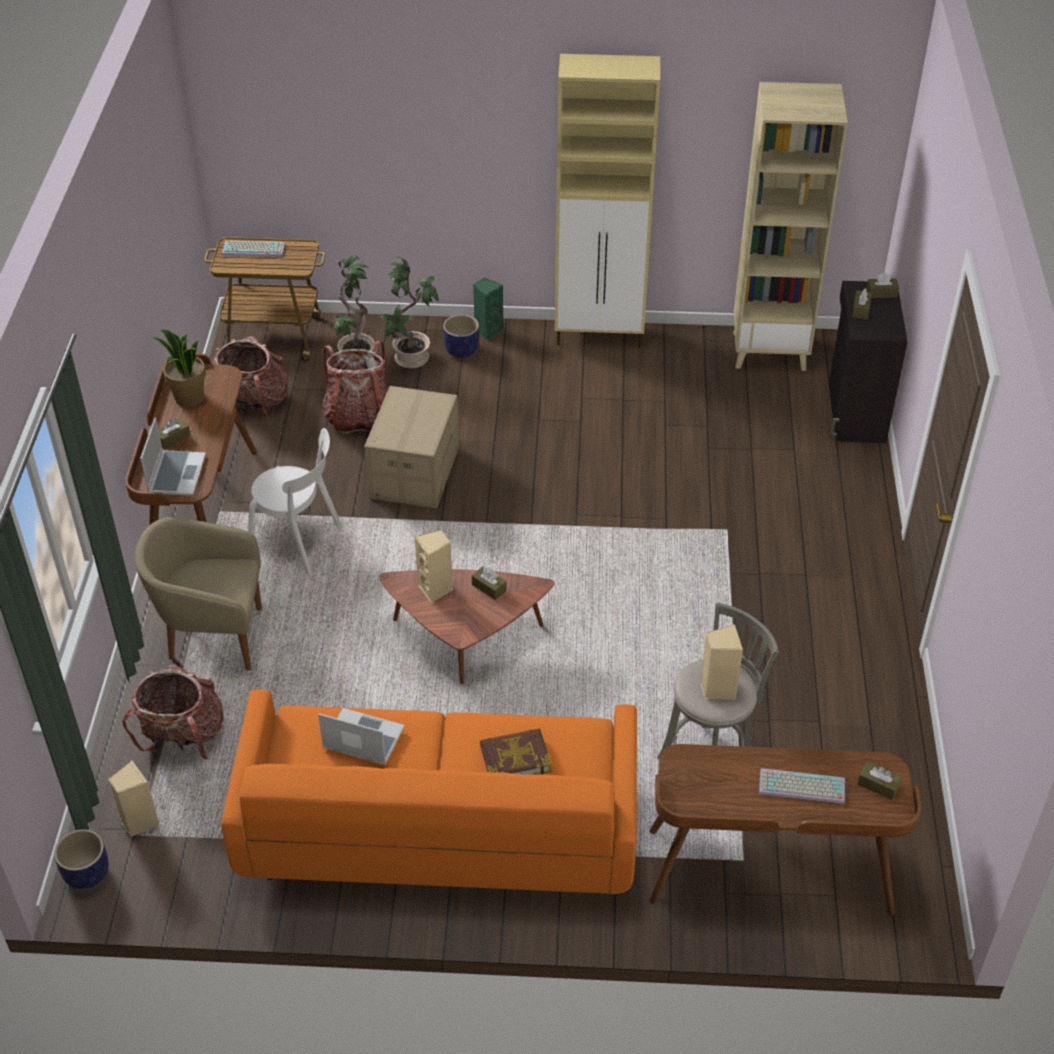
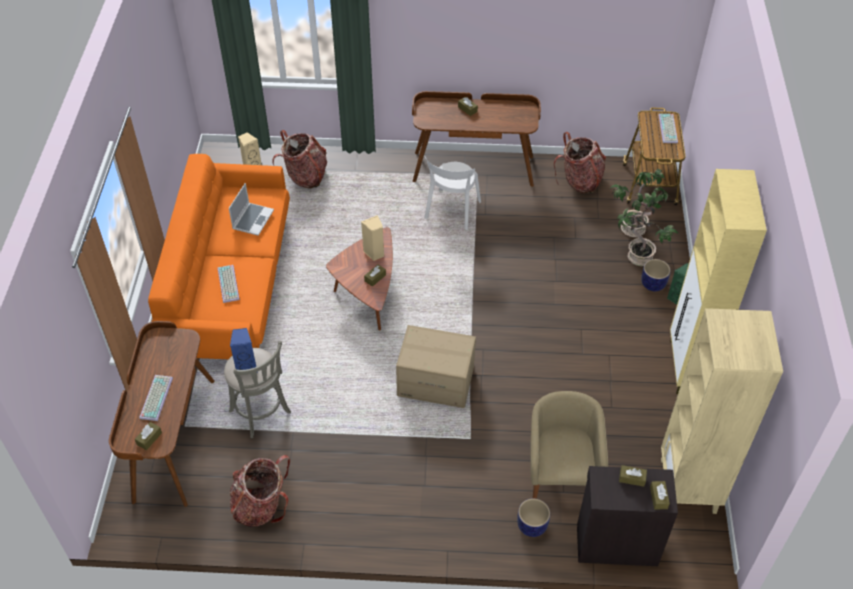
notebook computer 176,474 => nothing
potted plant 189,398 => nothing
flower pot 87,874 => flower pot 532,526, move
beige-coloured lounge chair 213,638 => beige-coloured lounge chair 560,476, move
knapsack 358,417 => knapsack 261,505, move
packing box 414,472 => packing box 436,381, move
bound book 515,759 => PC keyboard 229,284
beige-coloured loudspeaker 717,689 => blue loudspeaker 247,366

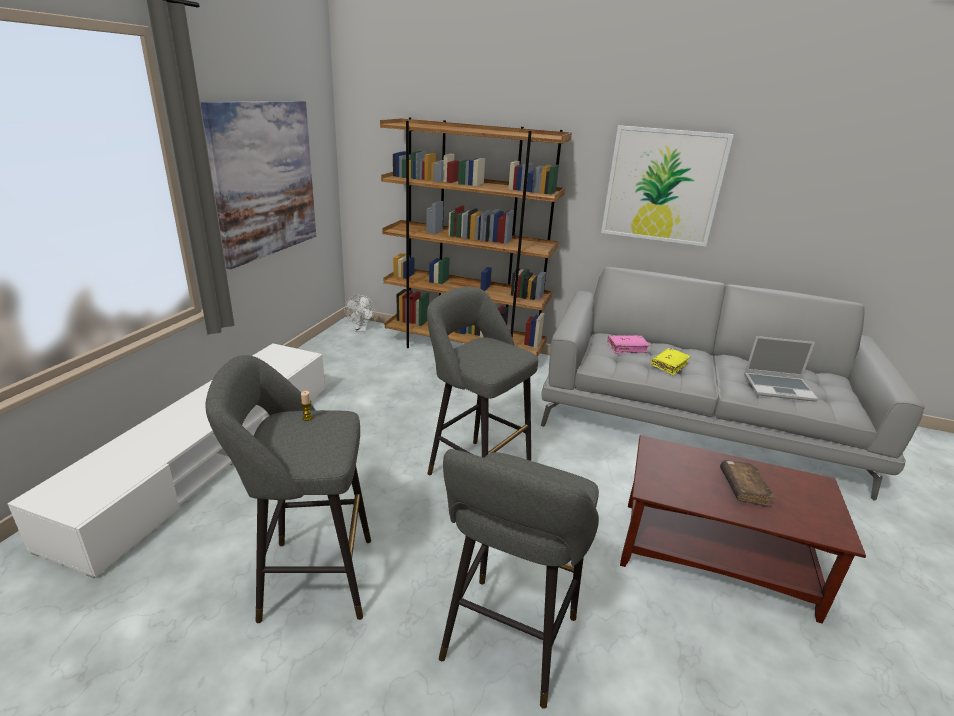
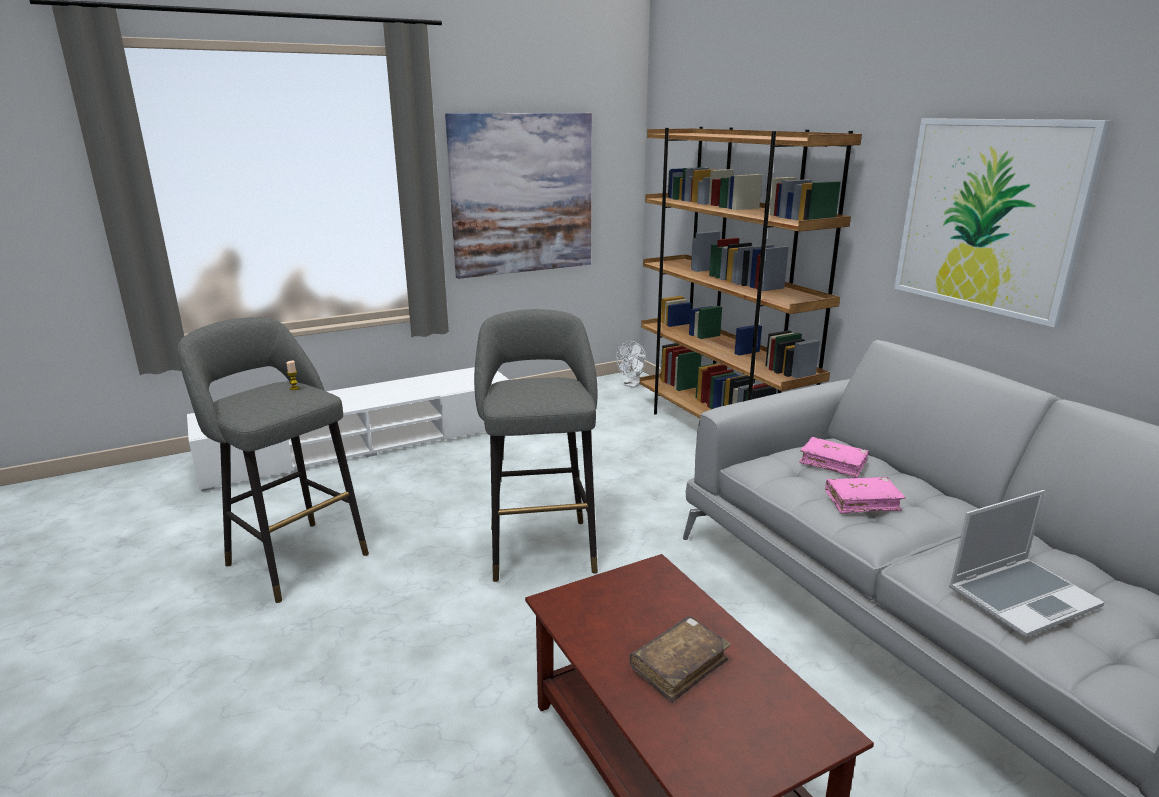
greyish stool seat 506,644 => nothing
yellowish bound book 669,365 => pink bound book 862,502
notebook computer 779,388 => notebook computer 1022,597, 75 degrees counterclockwise

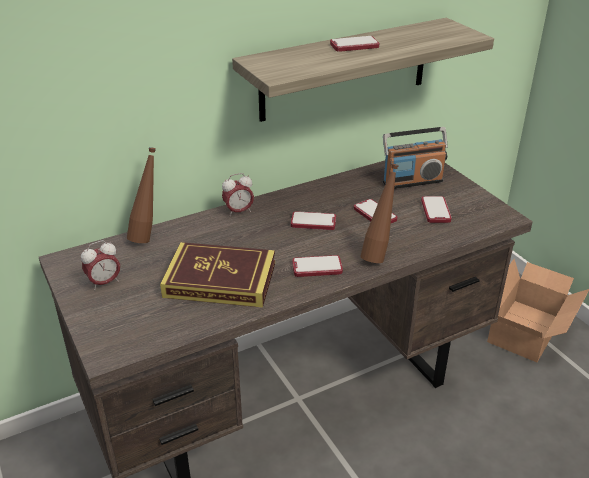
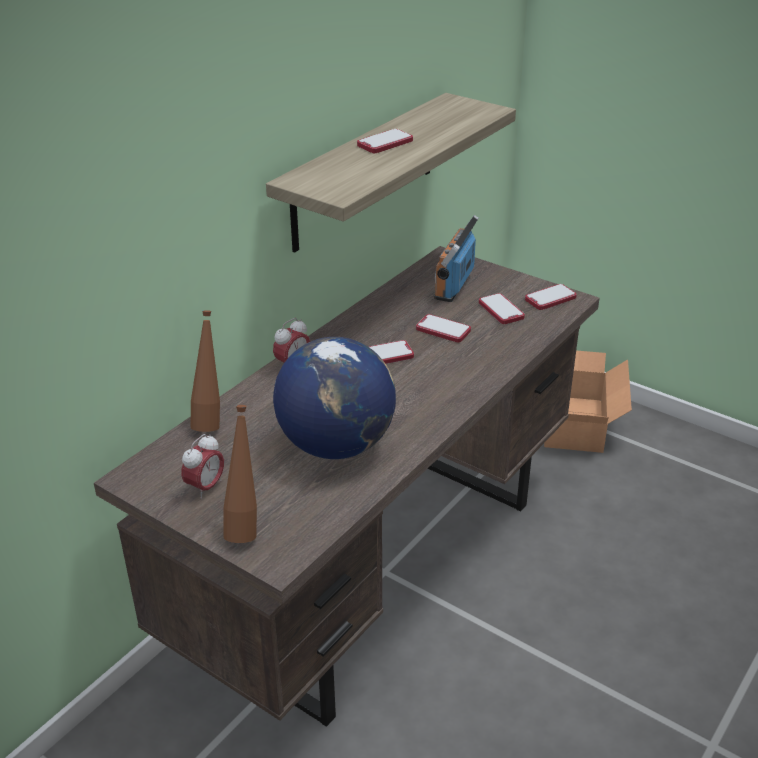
phone 317,267 => phone 550,298, move
brownish drink bottle 378,255 => brownish drink bottle 245,527, move
bound book 220,280 => desk globe 336,445
radio set 412,181 => radio set 454,285, 150 degrees clockwise

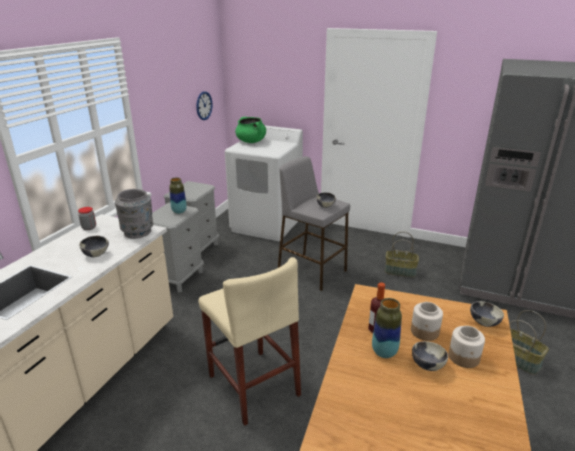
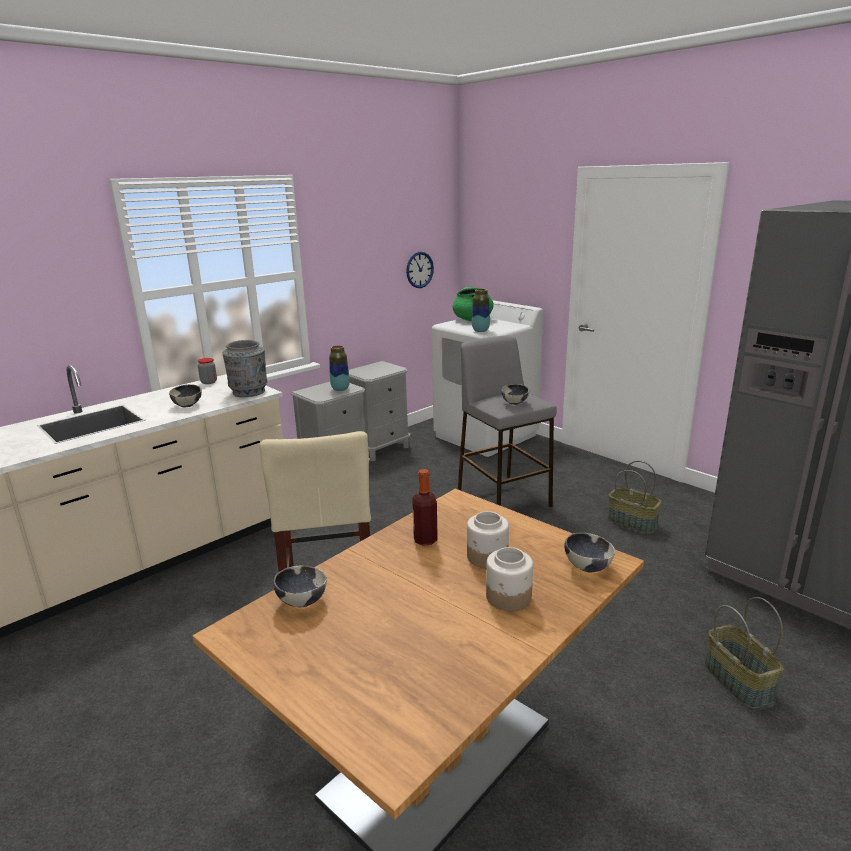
flower vase 384,352 => flower vase 480,331, move
serving bowl 427,365 => serving bowl 302,601, move

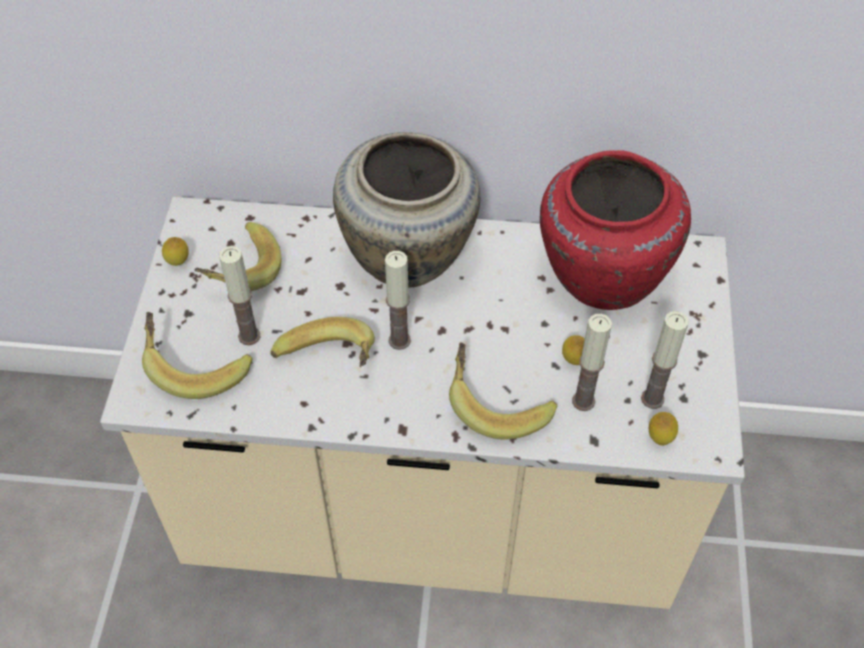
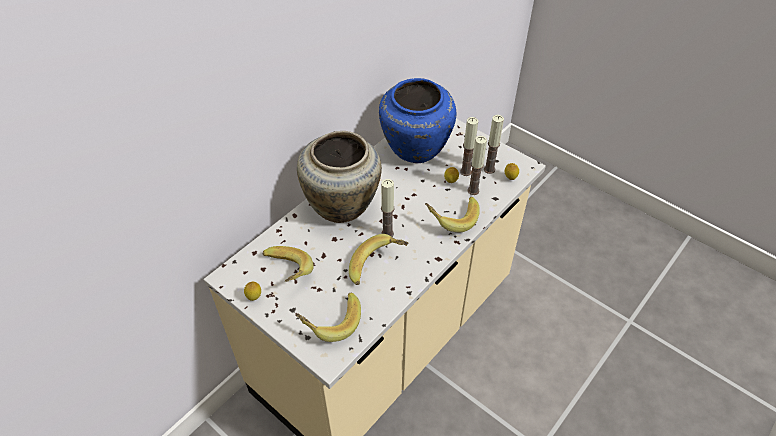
candle 249,336 => candle 465,172, move
red-coloured flower vase 600,278 => blue flower vase 414,150

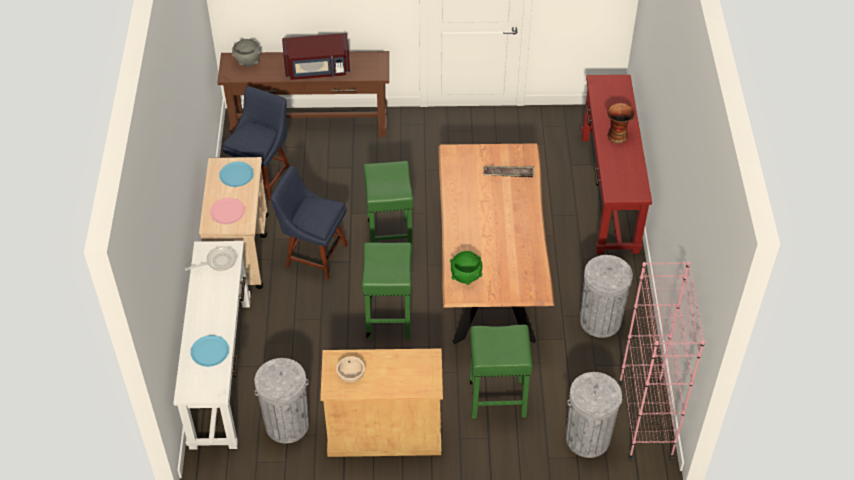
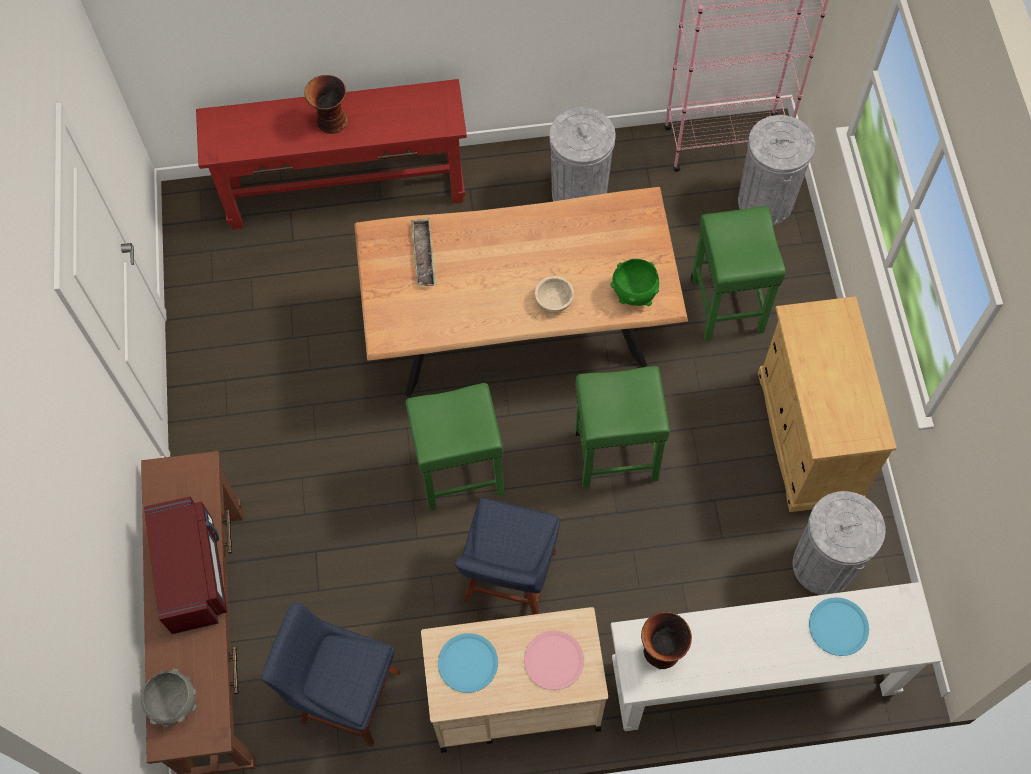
beige-coloured serving bowl 351,375 => beige-coloured serving bowl 553,301, move
skillet 218,261 => flower vase 661,652

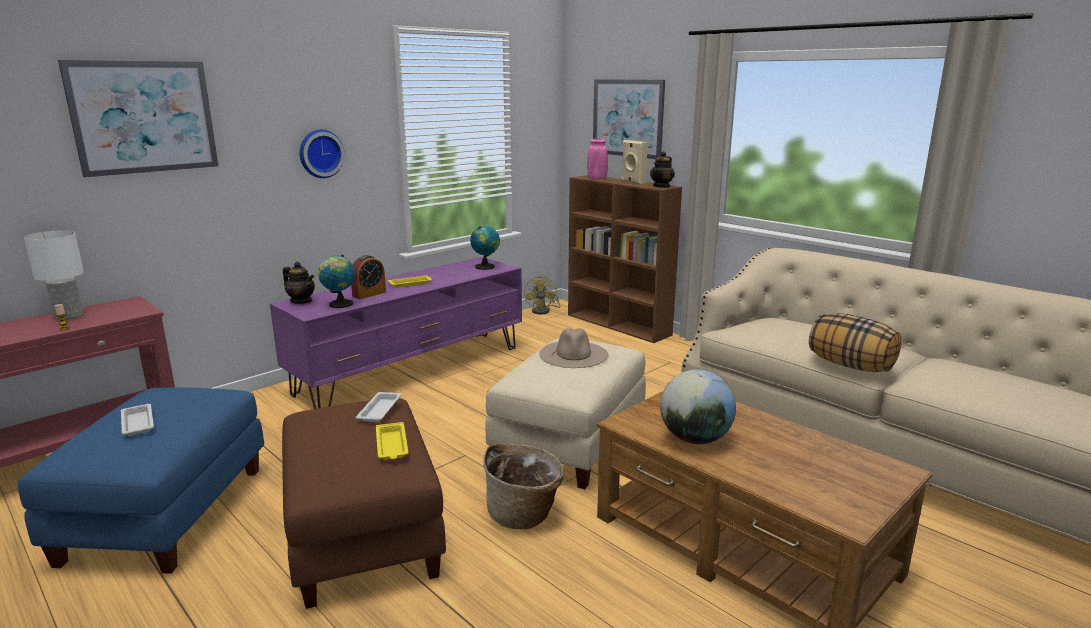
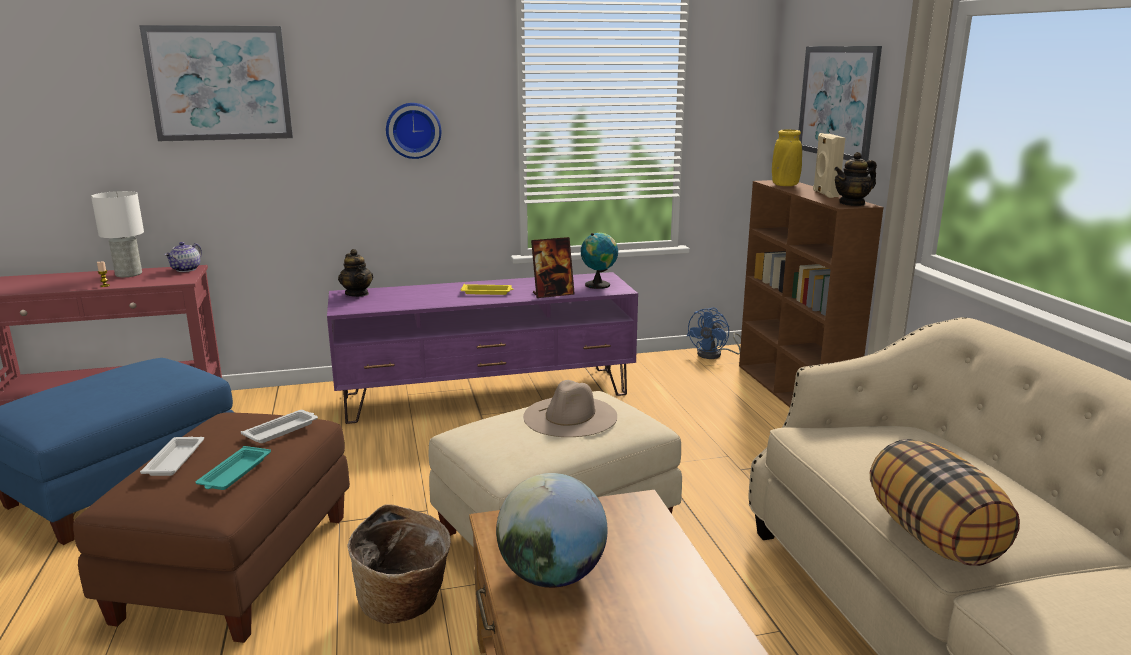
desk globe 339,304 => nothing
table clock 369,294 => nothing
nothing => pot for tea 186,269
nothing => standing frame 553,294
whitish tray 138,423 => whitish tray 175,460, move
yellowish tray 392,445 => turquoise-coloured tray 234,473
yellowish fan 544,311 => blue fan 714,355
pink flower vase 597,178 => yellowish flower vase 784,185

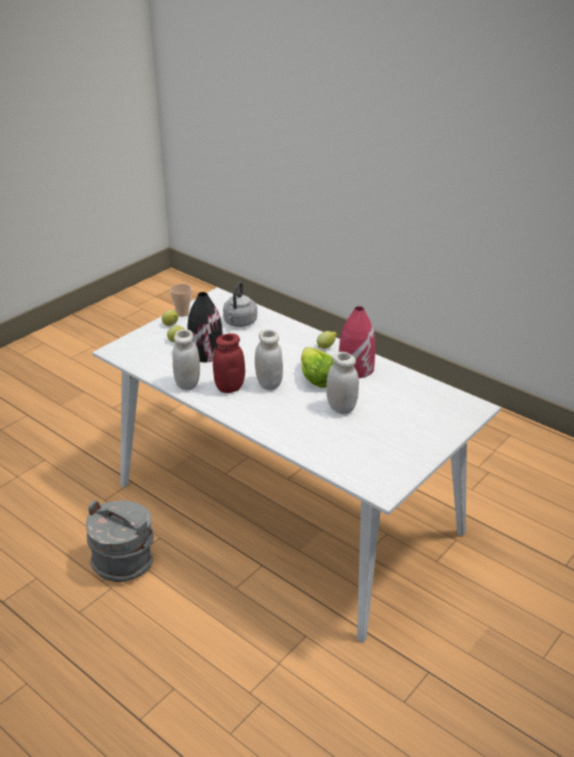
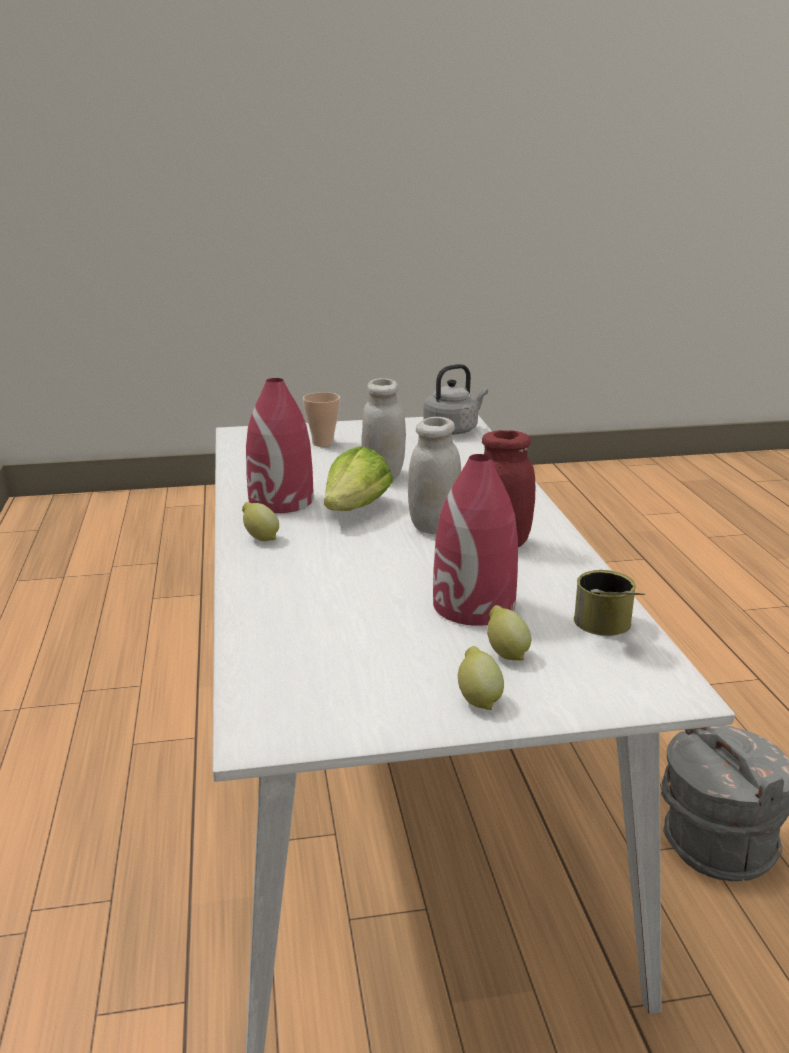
whitish preserve jar 187,384 => nothing
nothing => sealed can 605,630
cup 182,313 => cup 323,443, move
greyish tea kettle 239,323 => greyish tea kettle 453,430, move
blackish flower vase 206,353 => red-coloured flower vase 474,606

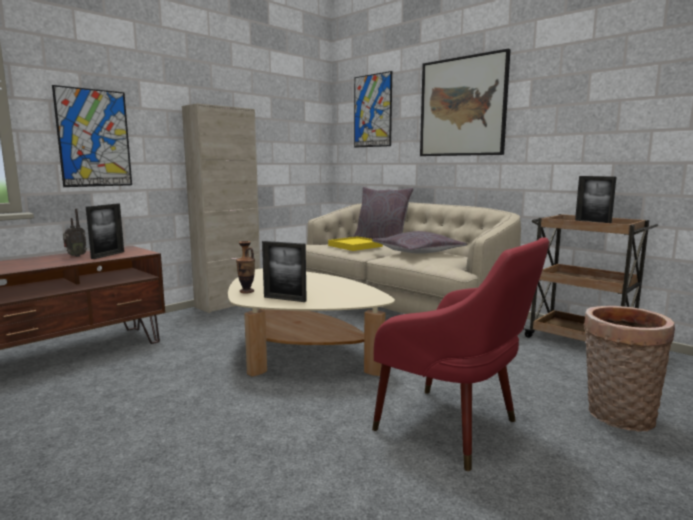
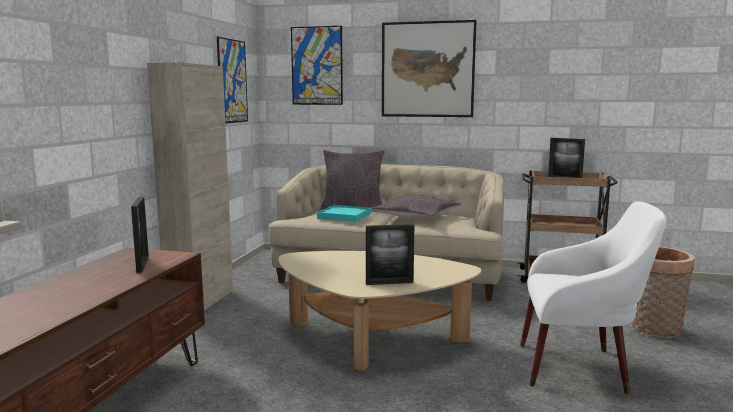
radio set 75,256 => nothing
flower vase 246,291 => nothing
picture 94,138 => picture 232,81, move
yellowish tray 355,246 => turquoise-coloured tray 344,216
red-coloured lounge chair 455,429 => whitish lounge chair 580,368

